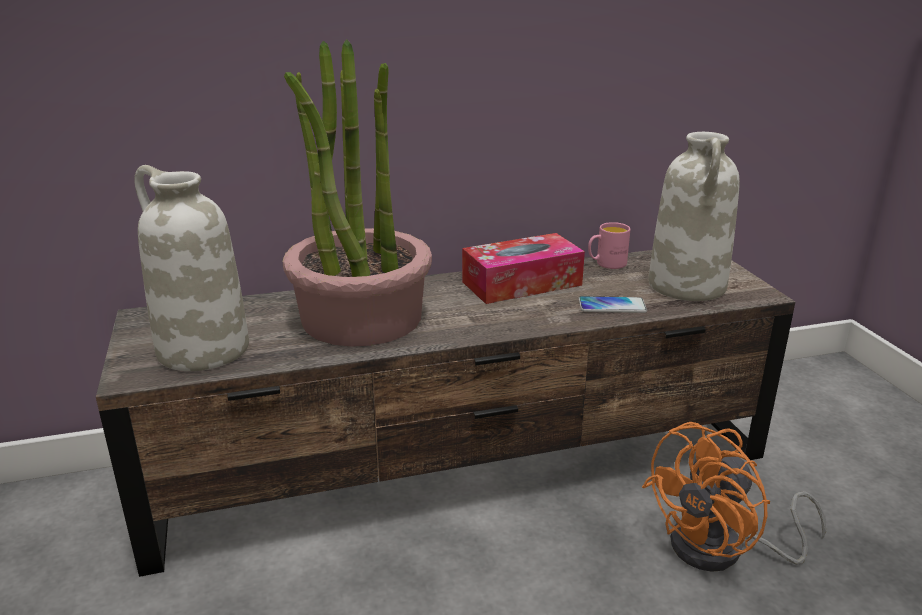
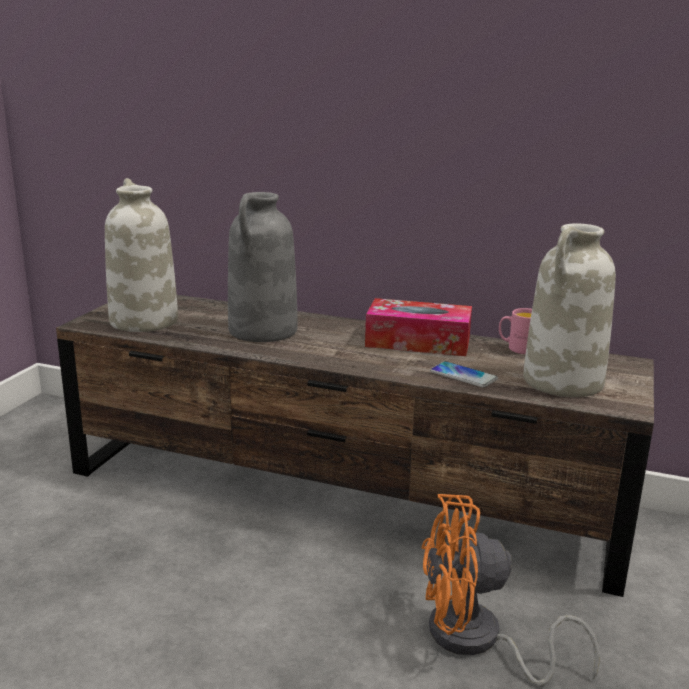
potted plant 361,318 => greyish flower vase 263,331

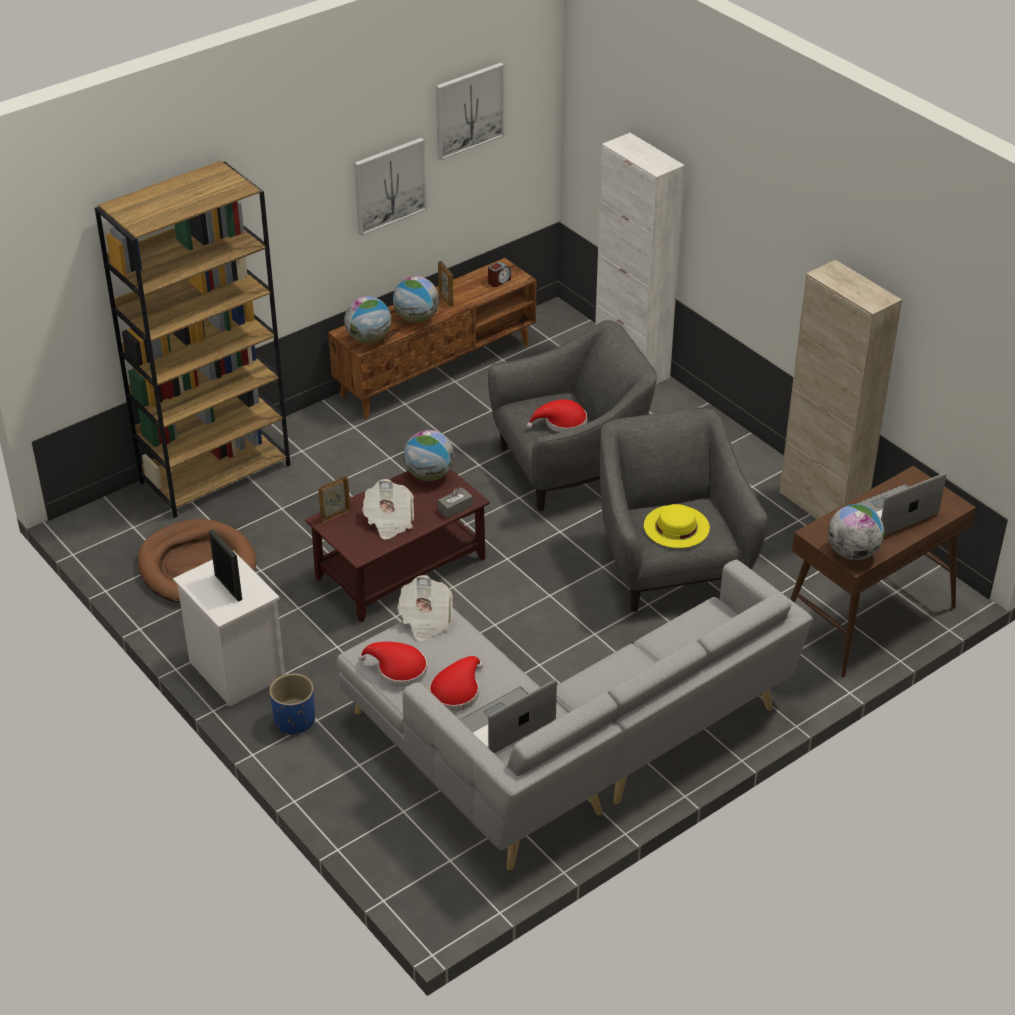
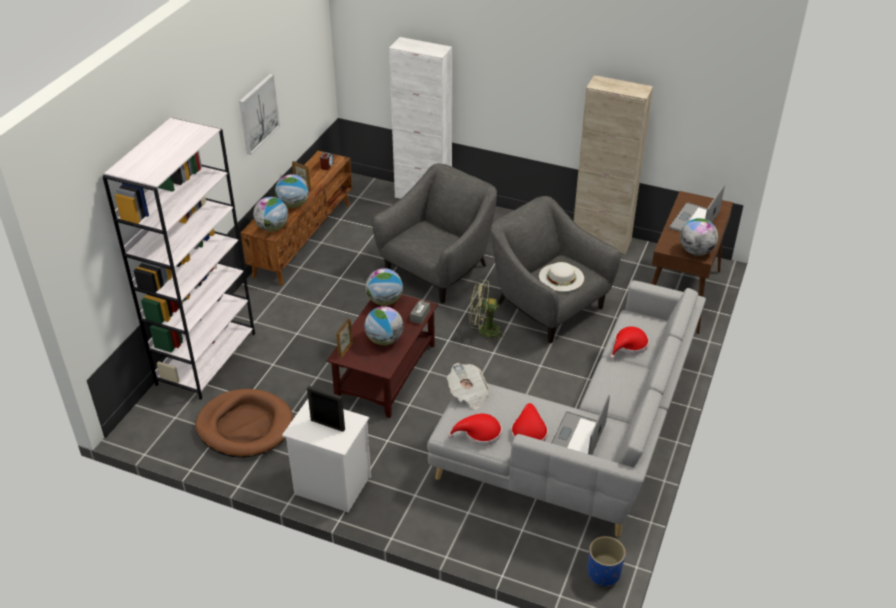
picture 469,110 => nothing
nothing => green-coloured fan 484,331
blue flower pot 294,721 => blue flower pot 603,573, move
red-coloured wearable hat 562,423 => red-coloured wearable hat 629,346, move
newspaper 389,521 => desk globe 384,340
brownish shelving unit 216,473 => whitish shelving unit 206,358
yellowish wearable hat 676,526 => whitish wearable hat 561,277

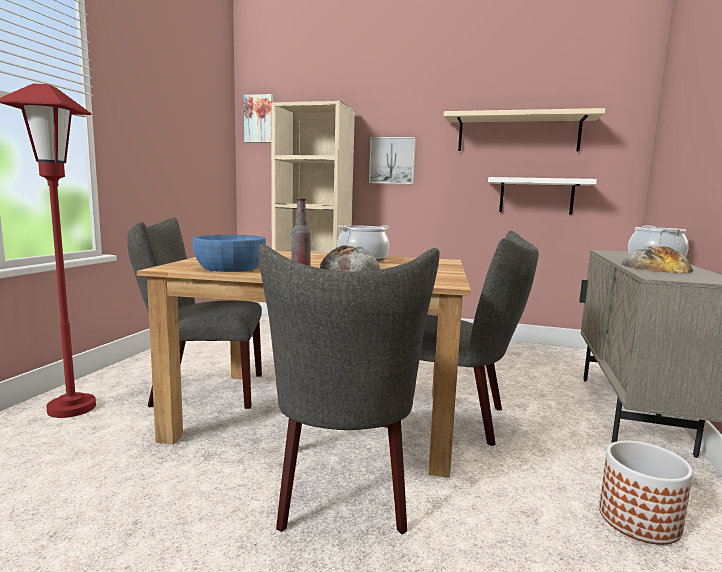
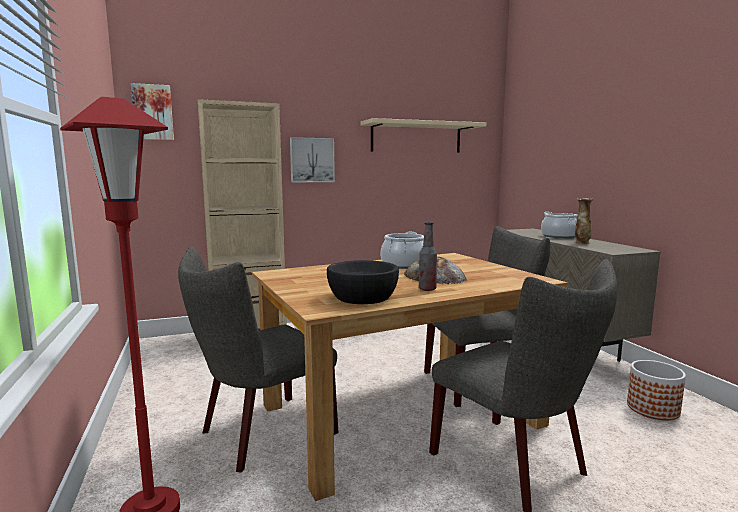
whitish wall shelf 536,196 => nothing
bakery bread 656,267 => flower vase 582,243
blue serving bowl 230,267 => blackish serving bowl 362,297

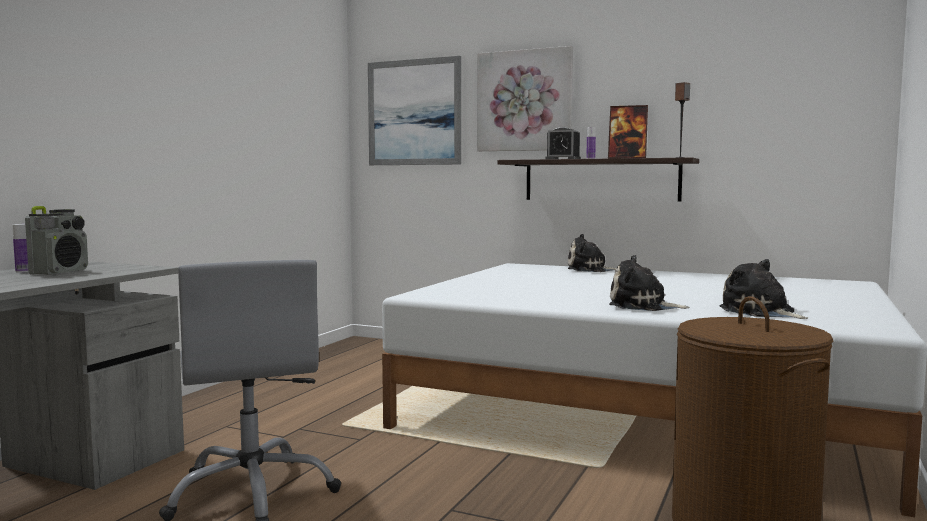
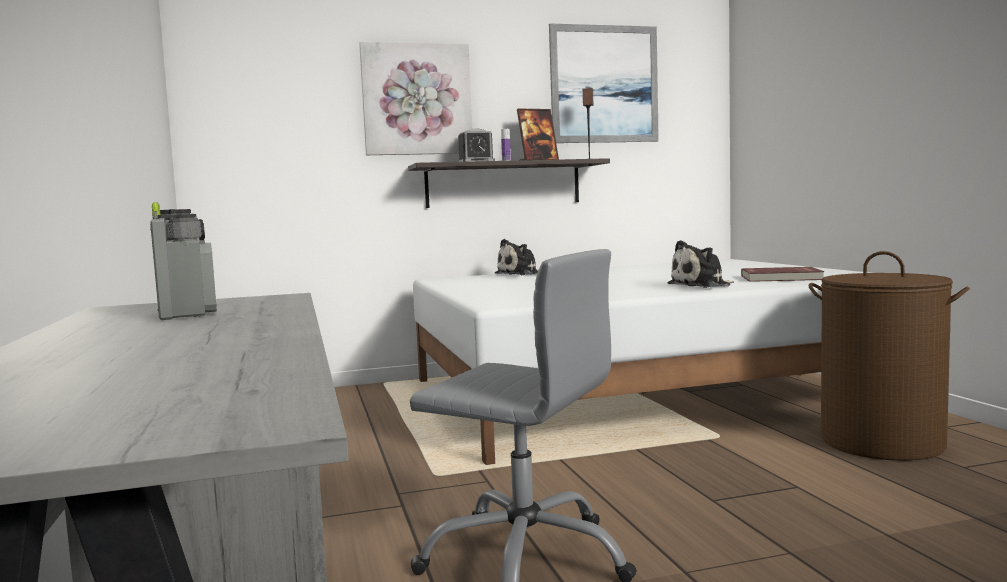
drink bottle 23,271 => nothing
picture 414,112 => picture 604,84, move
plush toy 760,312 => red-coloured bound book 781,278

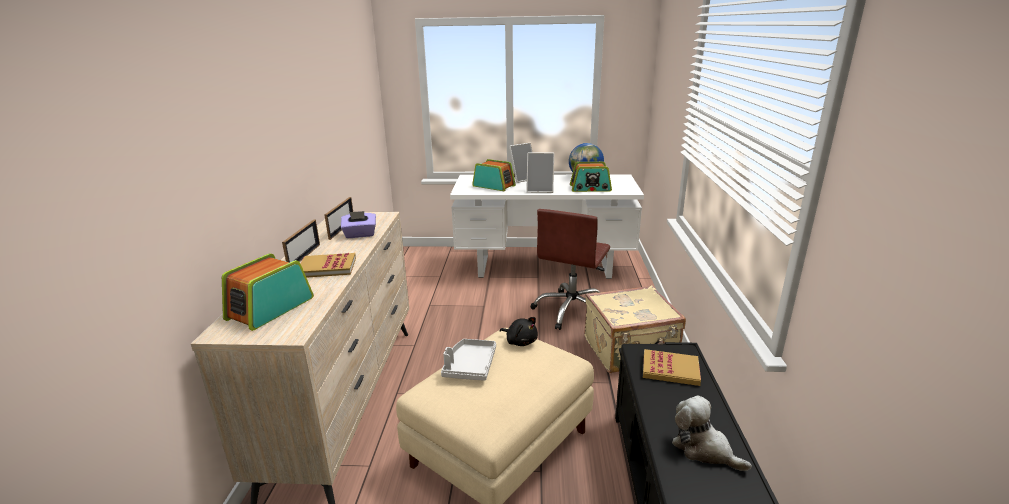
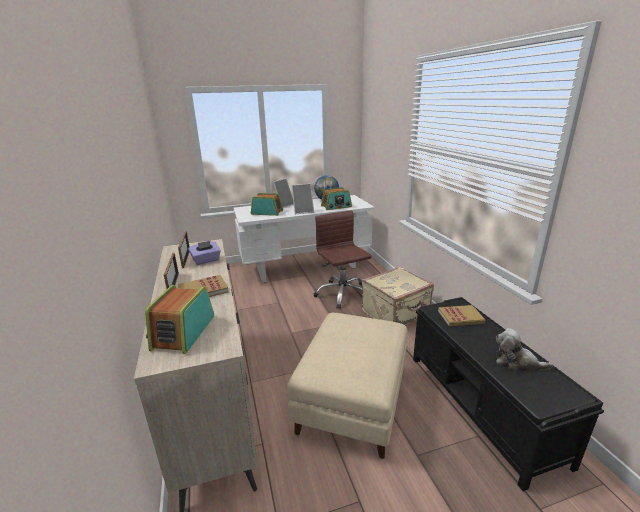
greyish tray 470,366 => nothing
blackish plush toy 520,341 => nothing
brownish office chair 571,310 => brownish office chair 342,294, 150 degrees clockwise

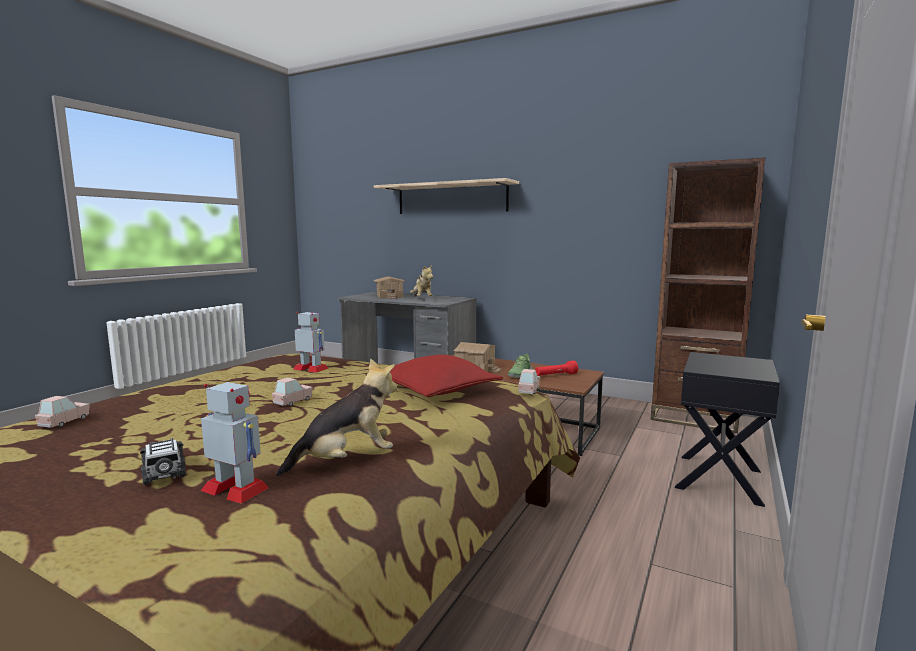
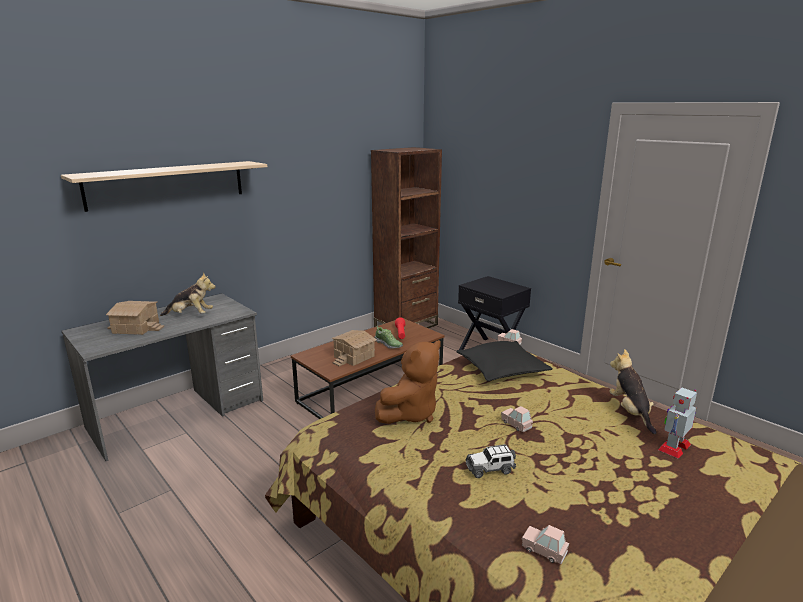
toy car 164,472 => toy car 490,468, move
toy robot 311,369 => brownish plush toy 410,413
red-coloured pillow 436,390 => blackish pillow 502,369

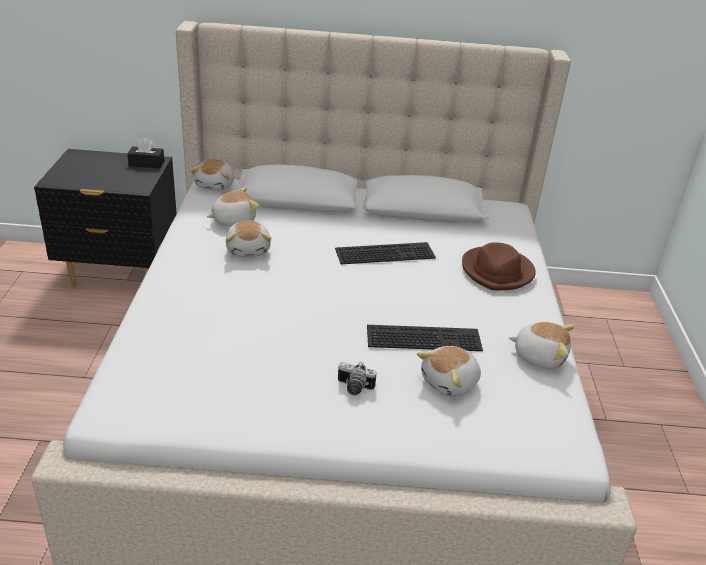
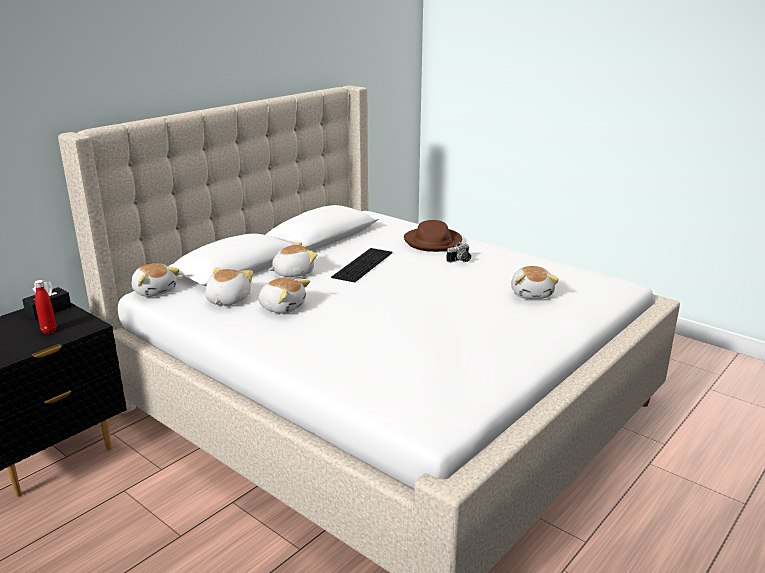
PC keyboard 424,337 => nothing
nothing => red-coloured drink bottle 49,331
still camera 353,388 => still camera 460,261, move
plush toy 539,355 => plush toy 292,273, move

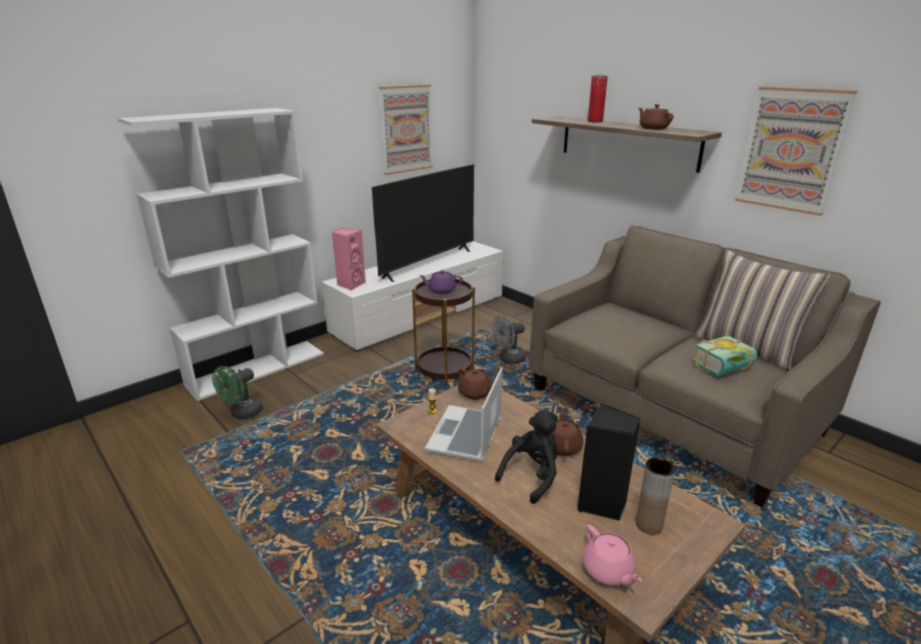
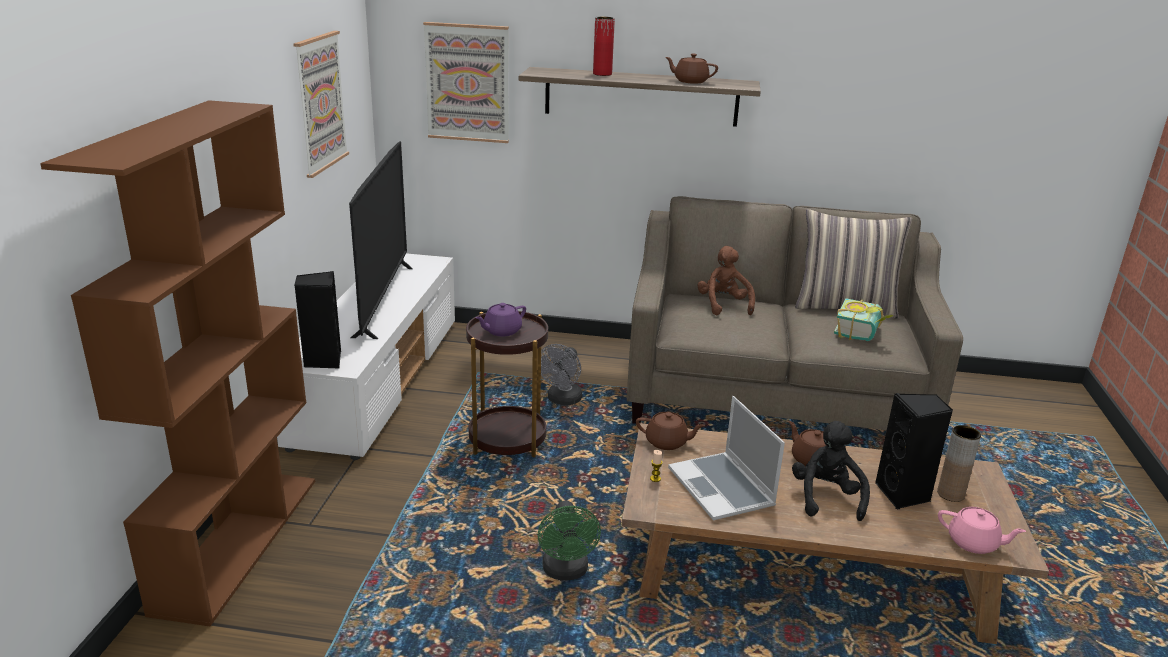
nothing => brownish plush toy 723,305
green-coloured fan 242,413 => green-coloured fan 566,572, move
picture 791,150 => picture 467,83, move
whitish shelving unit 257,368 => brownish shelving unit 238,541
pink loudspeaker 350,284 => blackish loudspeaker 323,360

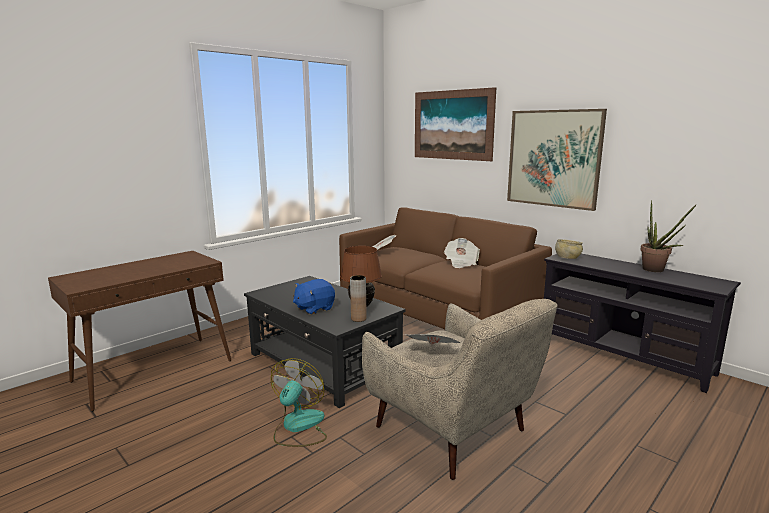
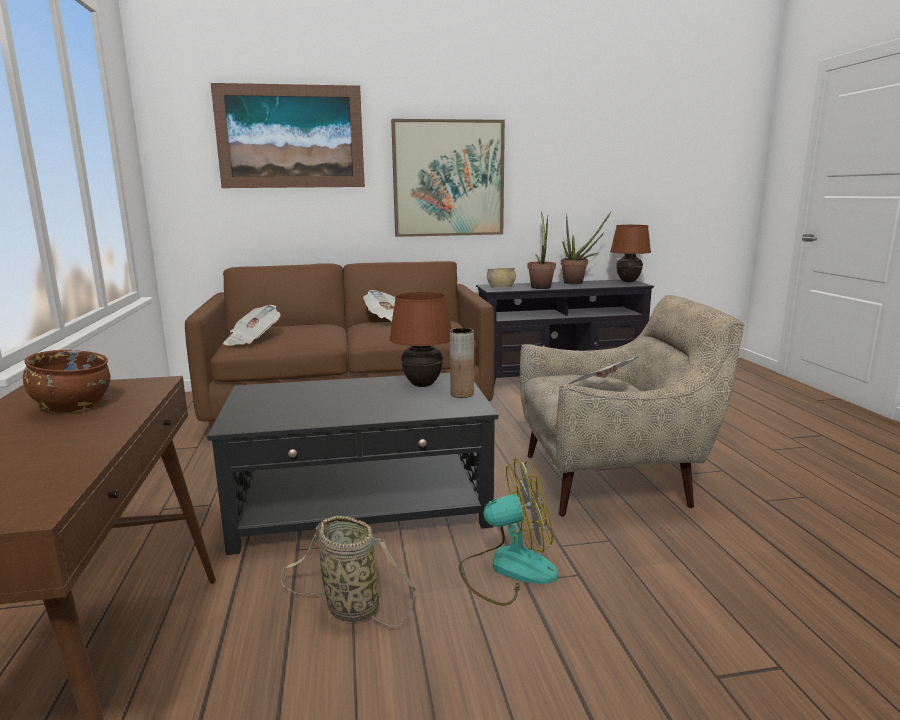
blue plush toy 314,308 => nothing
nothing => brownish serving bowl 72,406
nothing => basket 348,607
nothing => potted plant 540,286
nothing => brownish lamp for a table 628,281
fan 298,427 => fan 507,569, 120 degrees clockwise

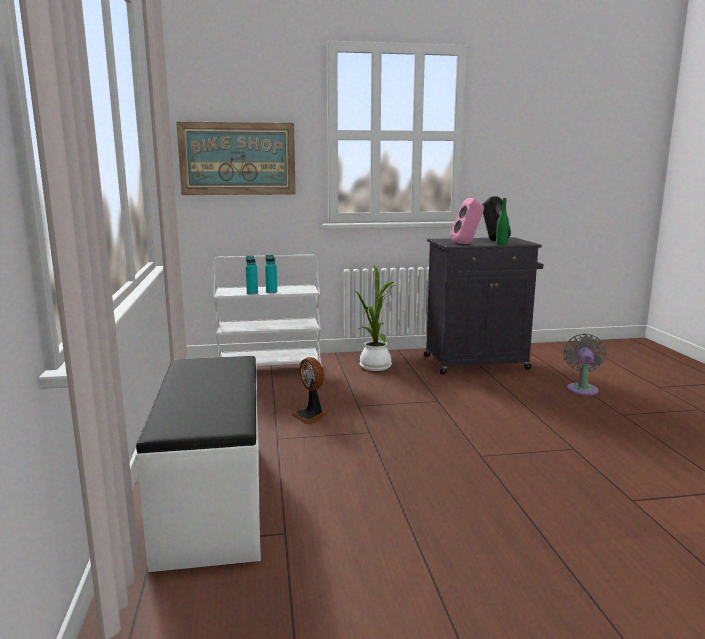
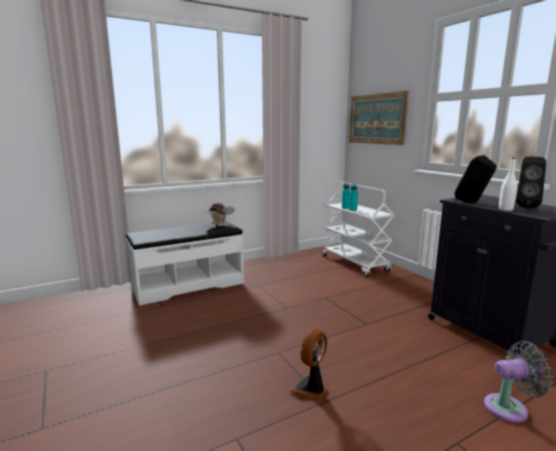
potted plant 375,365 => nothing
nothing => brownish wearable hat 218,224
fan 310,416 => fan 311,389, move
pink loudspeaker 467,244 => blackish loudspeaker 472,202
green-coloured drink bottle 501,244 => whitish drink bottle 505,209

